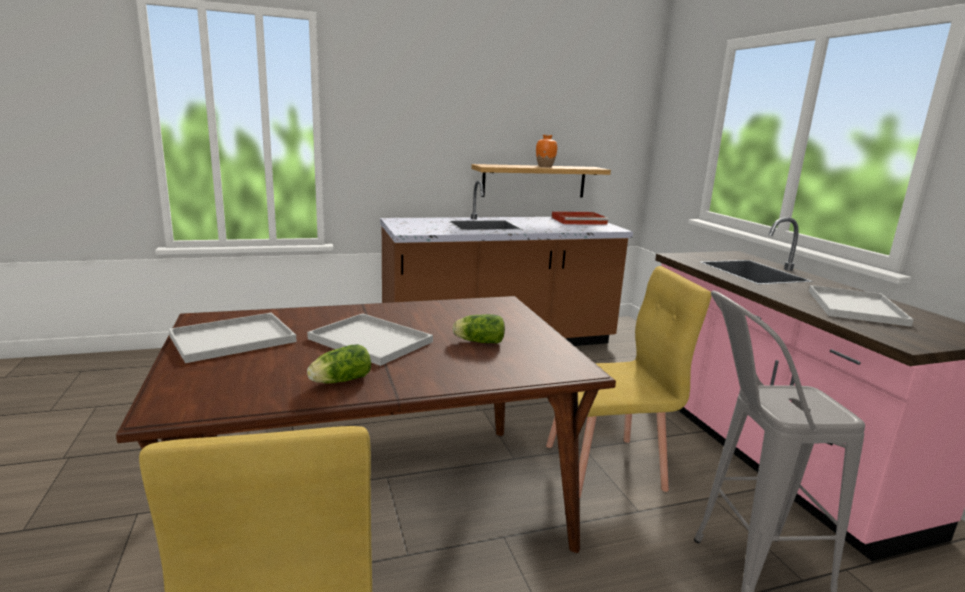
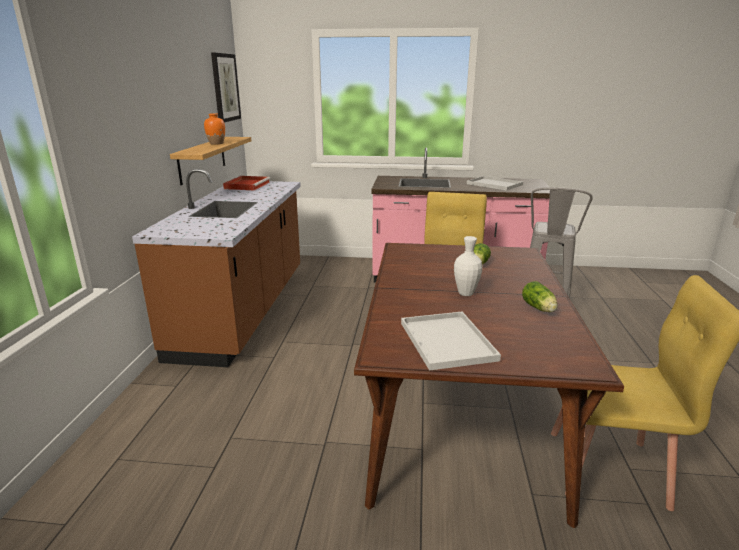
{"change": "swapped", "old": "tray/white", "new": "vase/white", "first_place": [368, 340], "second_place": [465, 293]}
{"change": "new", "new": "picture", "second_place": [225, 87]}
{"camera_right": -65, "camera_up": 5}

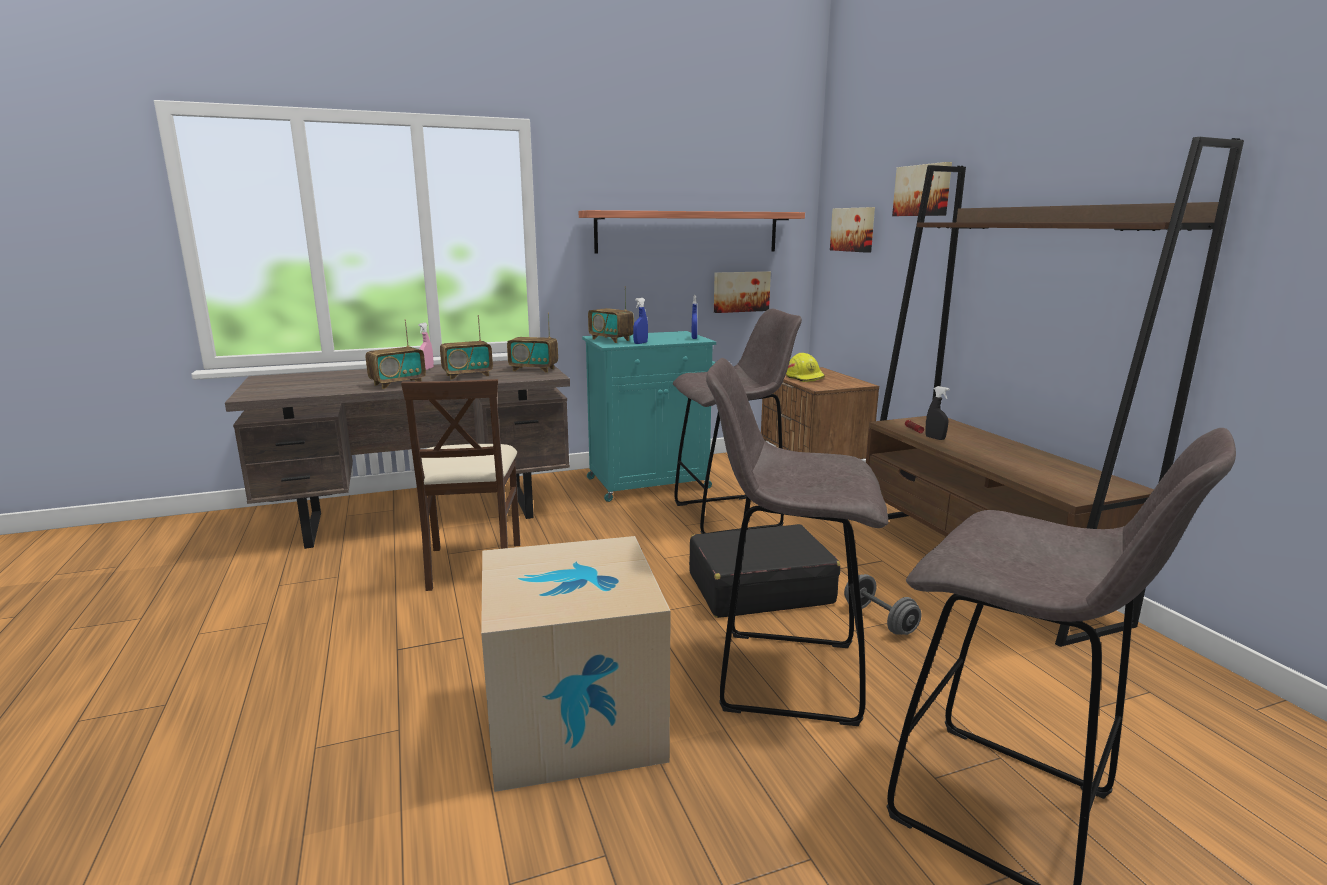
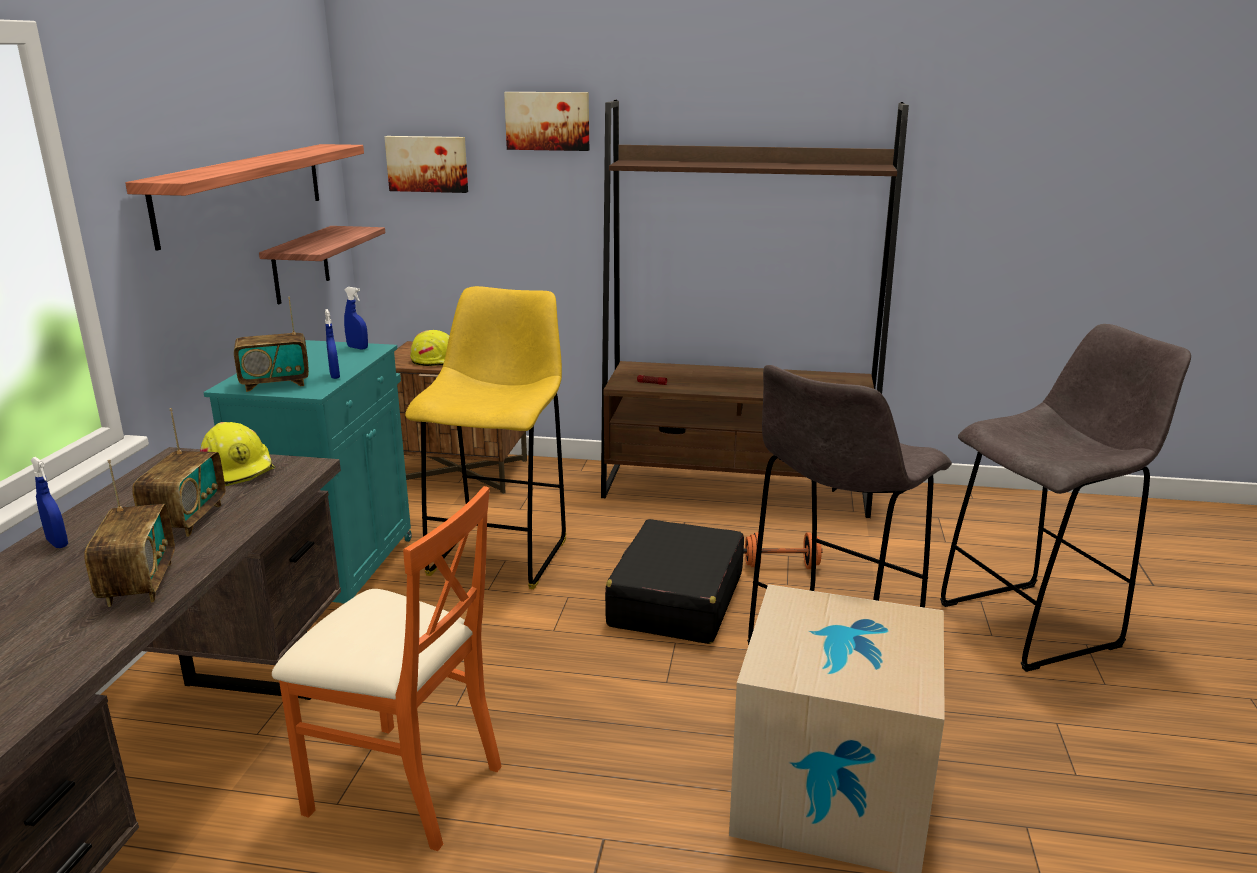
{"change": "repainted", "old": "chair/beige", "new": "chair/orange", "first_place": [472, 564], "second_place": [404, 786]}
{"change": "repainted", "old": "spray bottle/pink", "new": "spray bottle/blue", "first_place": [427, 369], "second_place": [57, 543]}
{"change": "swapped", "old": "radio", "new": "hard hat/yellow", "first_place": [533, 369], "second_place": [239, 469]}
{"change": "repainted", "old": "stool/grey", "new": "stool/yellow", "first_place": [730, 515], "second_place": [500, 554]}
{"change": "swapped", "old": "picture", "new": "shelf", "first_place": [741, 291], "second_place": [300, 265]}
{"change": "repainted", "old": "dumbbell/grey", "new": "dumbbell/orange", "first_place": [879, 620], "second_place": [781, 566]}
{"change": "gone", "old": "spray bottle/black", "first_place": [935, 438]}
{"camera_right": -60, "camera_up": 5}

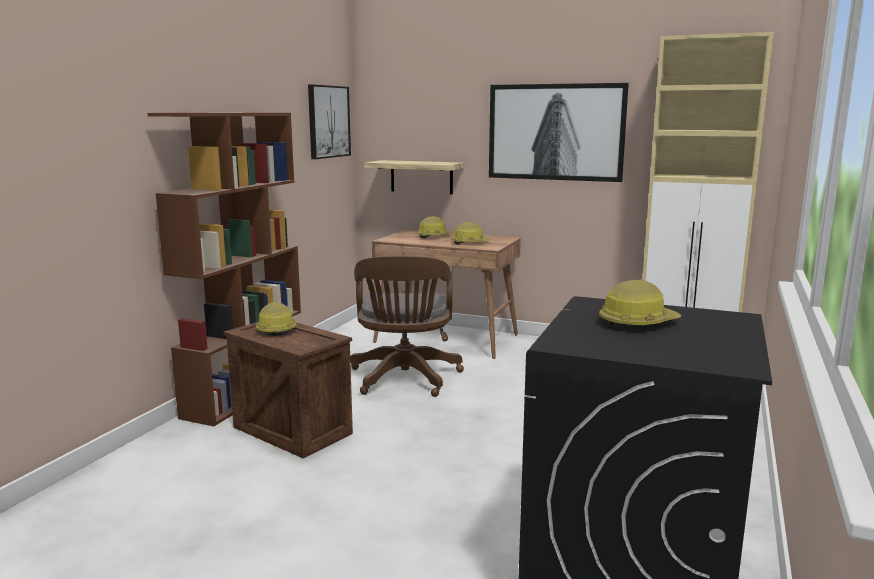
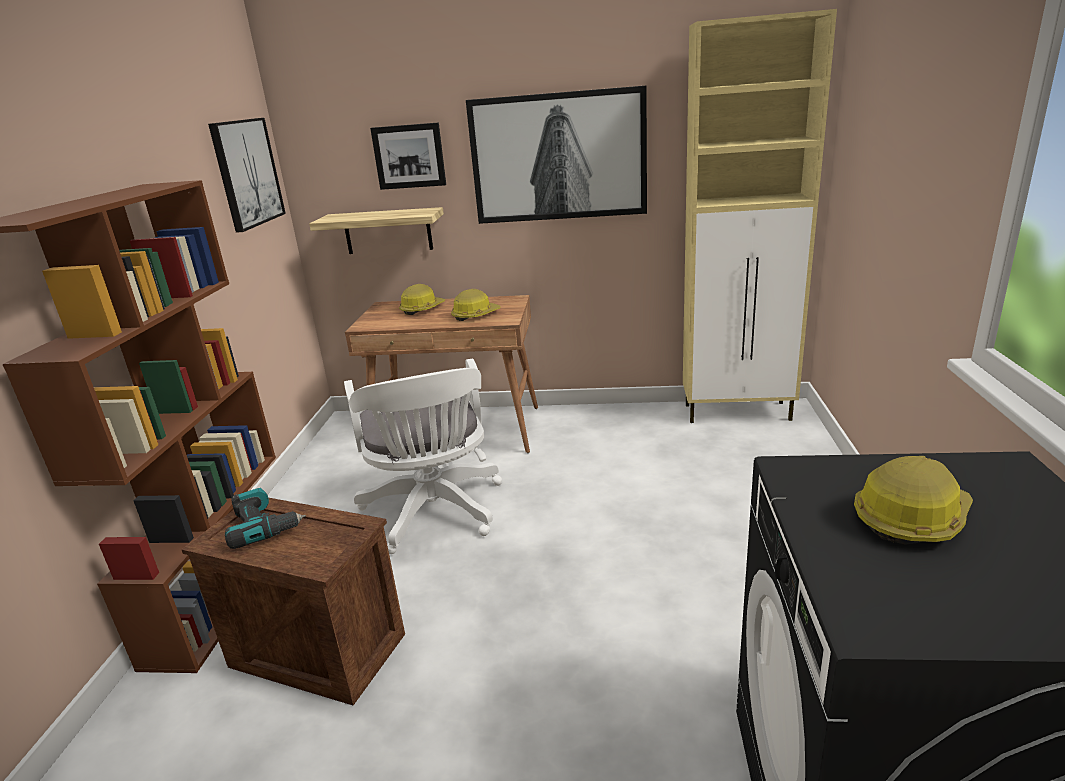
{"change": "swapped", "old": "hard hat", "new": "power drill", "first_place": [276, 329], "second_place": [264, 526]}
{"change": "repainted", "old": "office chair/brown", "new": "office chair/white", "first_place": [404, 380], "second_place": [434, 513]}
{"change": "new", "new": "picture", "second_place": [409, 156]}
{"camera_right": -15, "camera_up": 10}

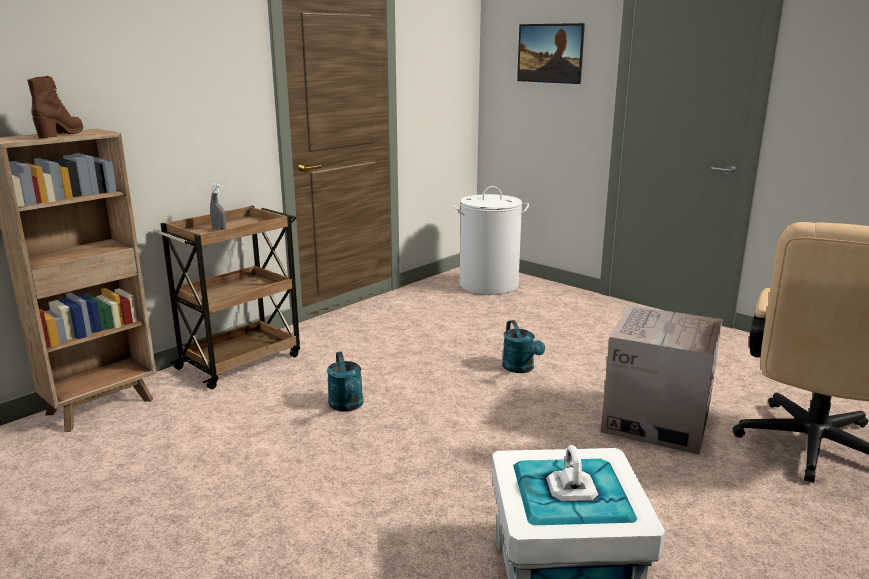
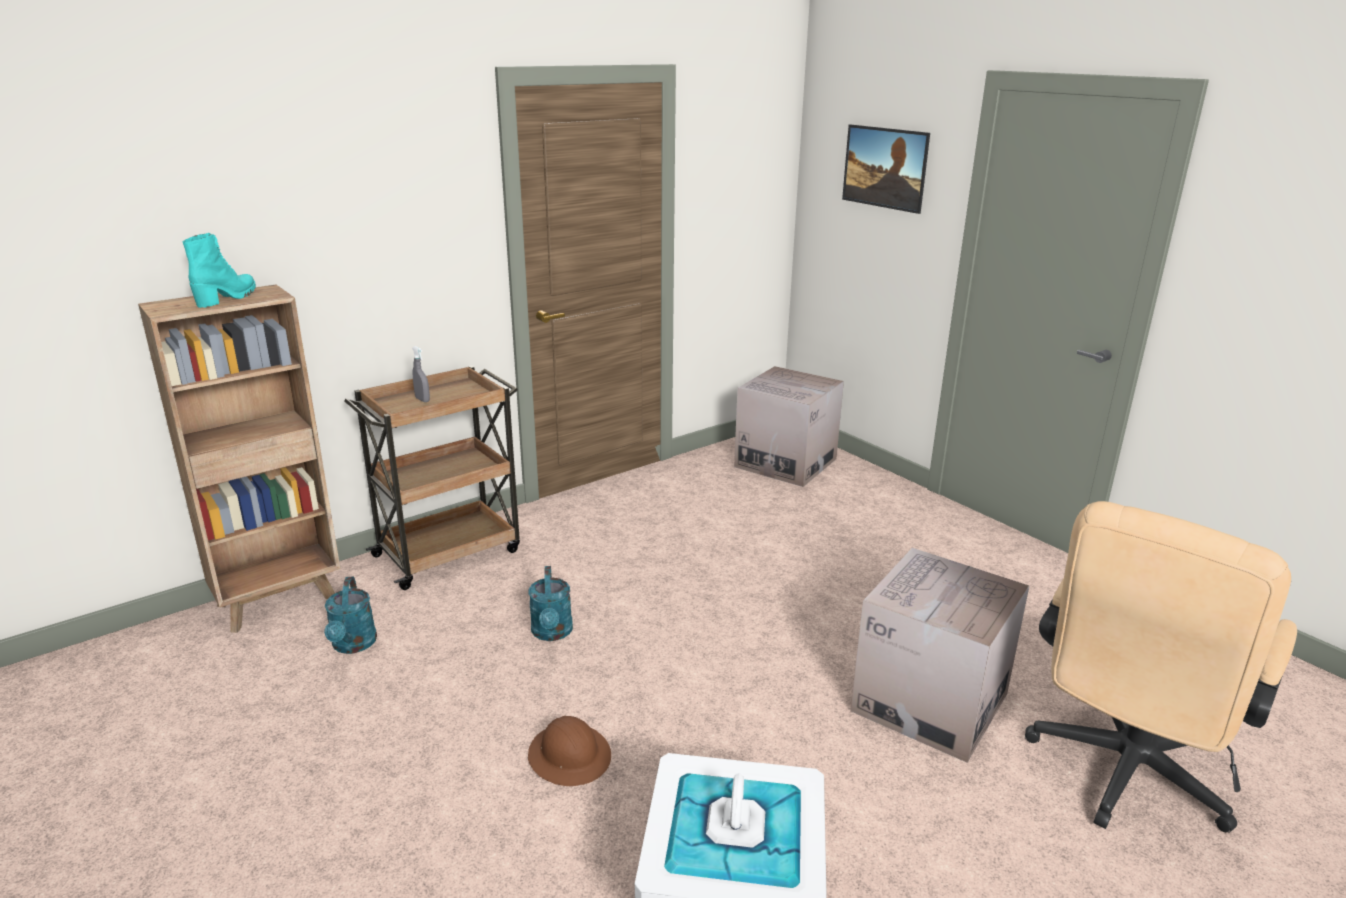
{"change": "repainted", "old": "boot/brown", "new": "boot/turquoise", "first_place": [62, 134], "second_place": [228, 298]}
{"change": "swapped", "old": "laundry basket/white", "new": "cardboard box", "first_place": [488, 285], "second_place": [785, 463]}
{"change": "shifted", "old": "watering can/turquoise", "first_place": [521, 369], "second_place": [353, 645]}
{"change": "new", "new": "hard hat/brown", "second_place": [570, 756]}
{"camera_right": 10, "camera_up": 5}

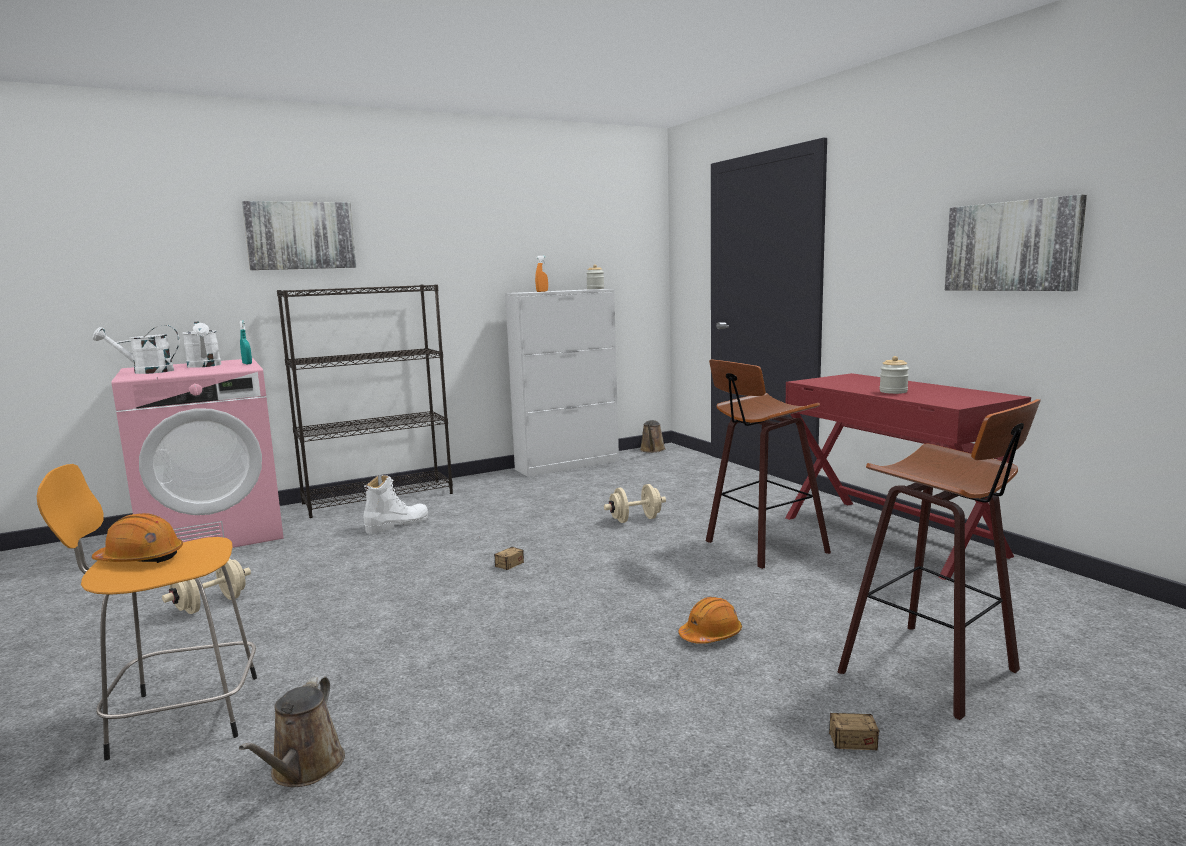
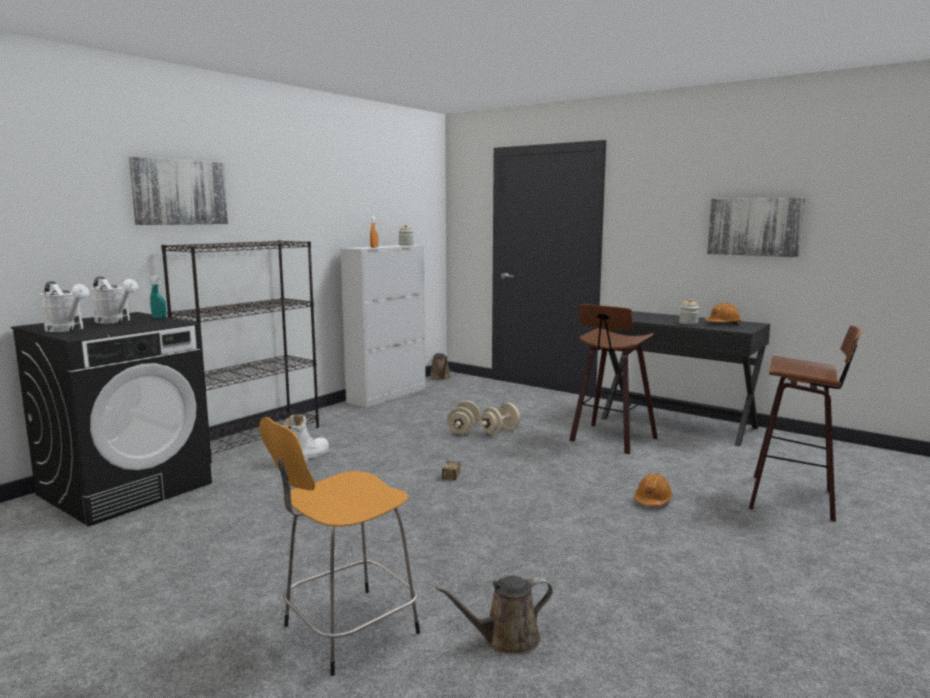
{"change": "shifted", "old": "hard hat/orange", "first_place": [140, 558], "second_place": [723, 323]}
{"change": "rotated", "old": "watering can/white", "first_place": [146, 372], "second_place": [68, 329], "degrees": -105}
{"change": "repainted", "old": "washing machine/pink", "new": "washing machine/black", "first_place": [214, 533], "second_place": [126, 488]}
{"change": "shifted", "old": "dumbbell/beige", "first_place": [211, 605], "second_place": [463, 430]}
{"change": "rotated", "old": "watering can/brown", "first_place": [304, 769], "second_place": [506, 639], "degrees": 90}
{"change": "gone", "old": "storage box", "first_place": [824, 741]}
{"change": "repainted", "old": "desk/red", "new": "desk/black", "first_place": [891, 535], "second_place": [678, 423]}
{"camera_right": -25, "camera_up": 0}

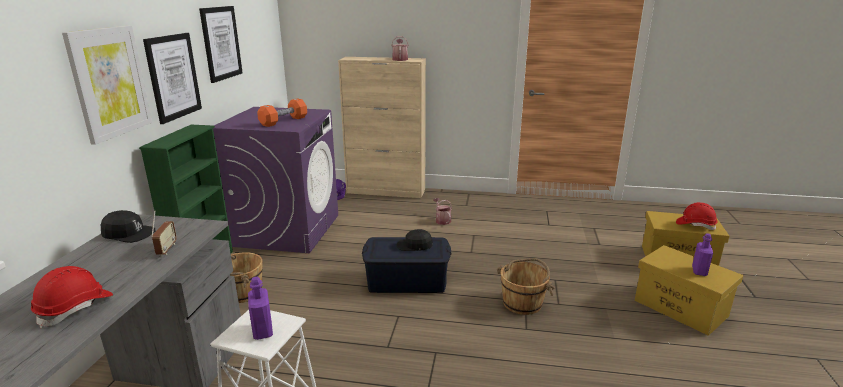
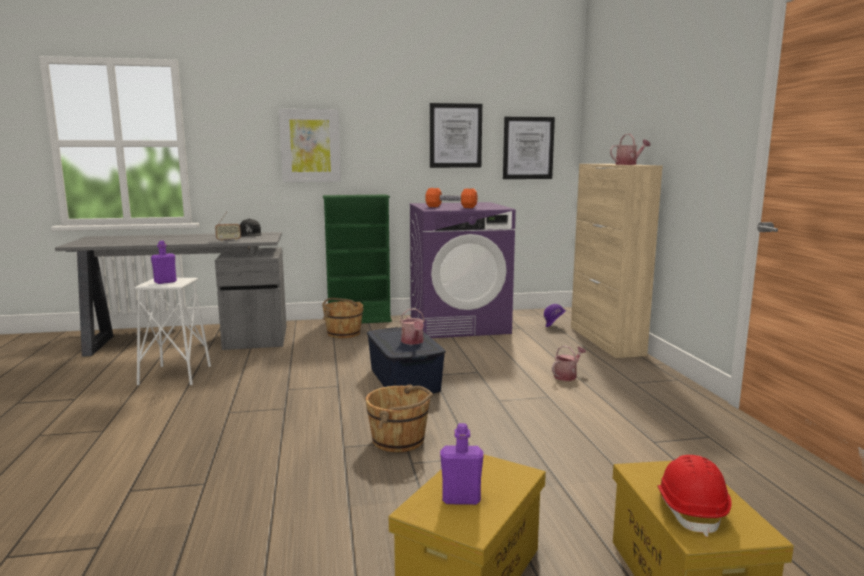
{"change": "gone", "old": "hard hat/red", "first_place": [75, 308]}
{"change": "shifted", "old": "picture", "first_place": [173, 77], "second_place": [528, 148]}
{"change": "swapped", "old": "cap/black", "new": "watering can", "first_place": [415, 245], "second_place": [413, 342]}
{"camera_right": 70, "camera_up": -10}

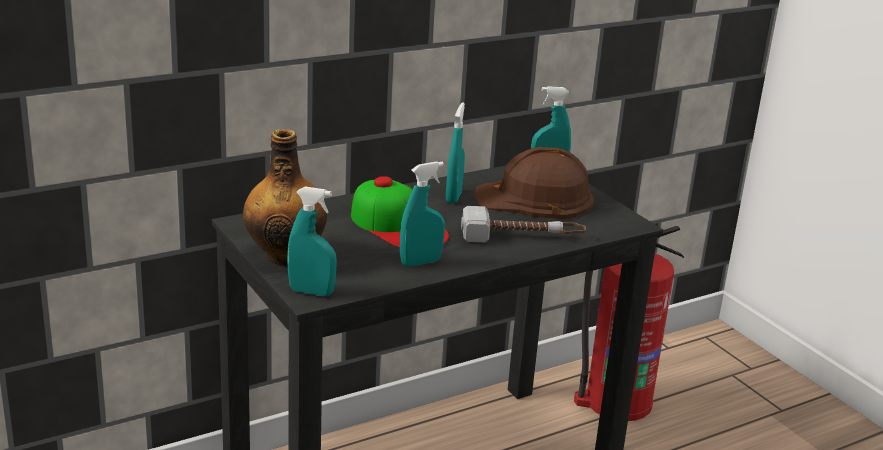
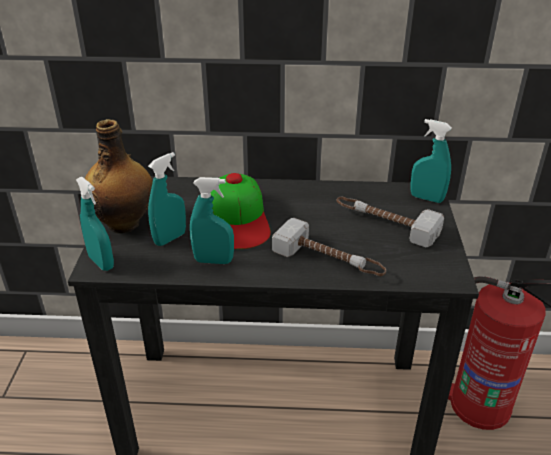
{"change": "shifted", "old": "spray bottle/turquoise", "first_place": [453, 197], "second_place": [170, 238]}
{"change": "swapped", "old": "hard hat/brown", "new": "hammer", "first_place": [535, 198], "second_place": [385, 223]}
{"camera_right": 35, "camera_up": 10}

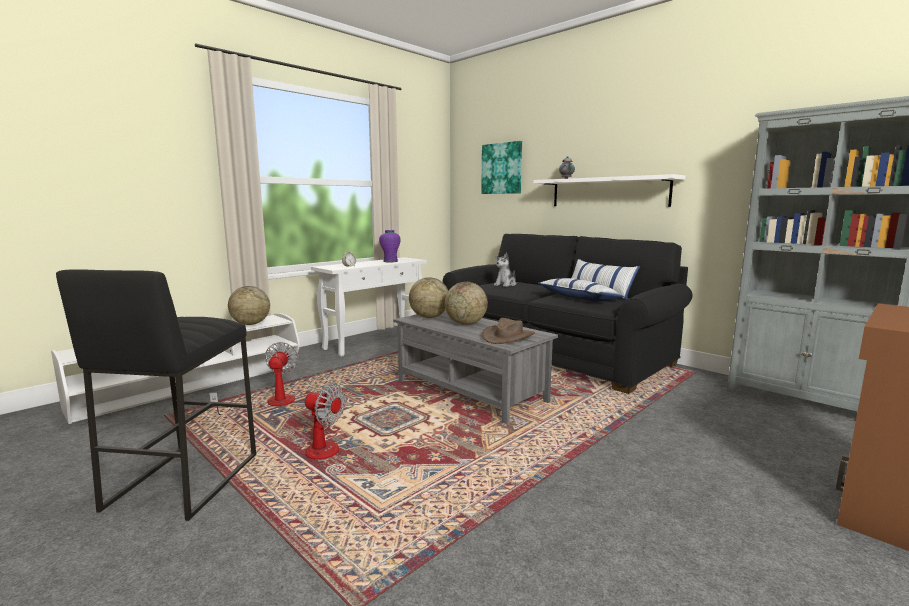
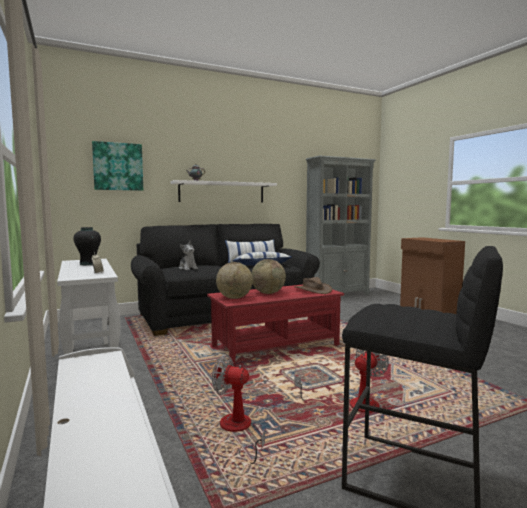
{"change": "gone", "old": "globe", "first_place": [250, 324]}
{"change": "repainted", "old": "vase/purple", "new": "vase/black", "first_place": [390, 261], "second_place": [89, 264]}
{"change": "repainted", "old": "coffee table/grey", "new": "coffee table/red", "first_place": [470, 391], "second_place": [275, 346]}
{"camera_right": -70, "camera_up": -5}

